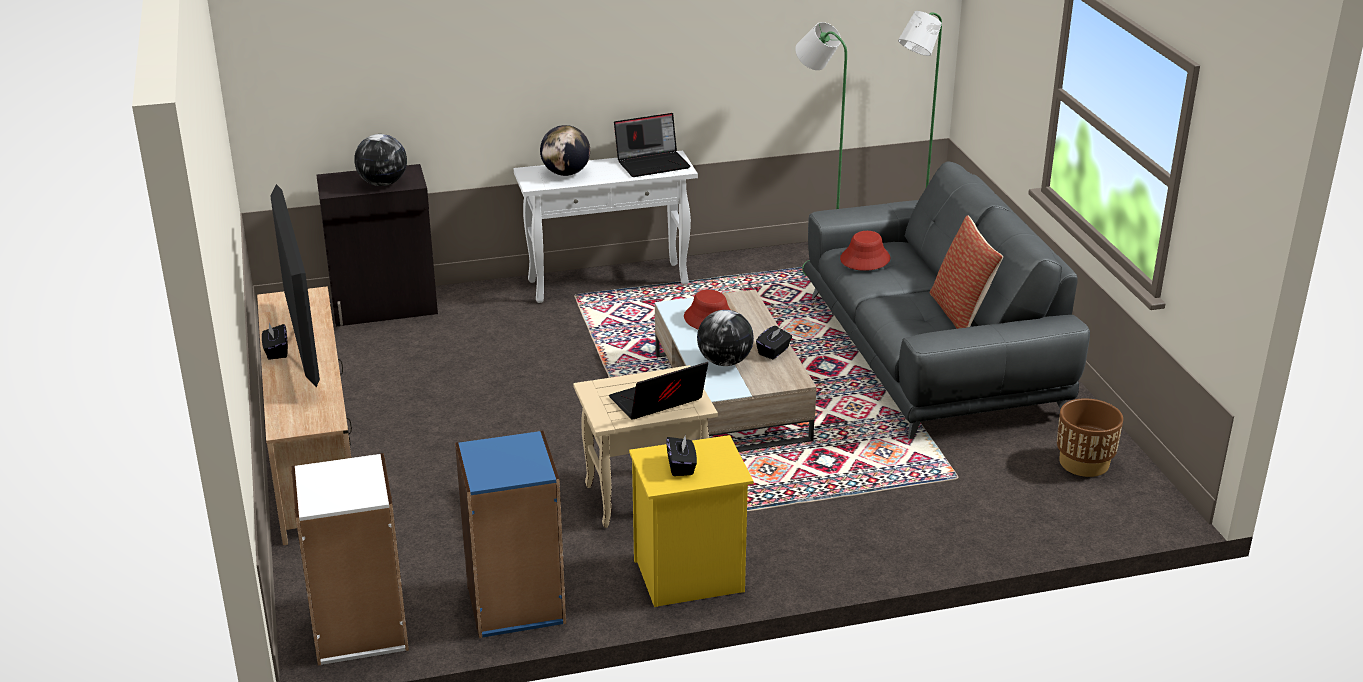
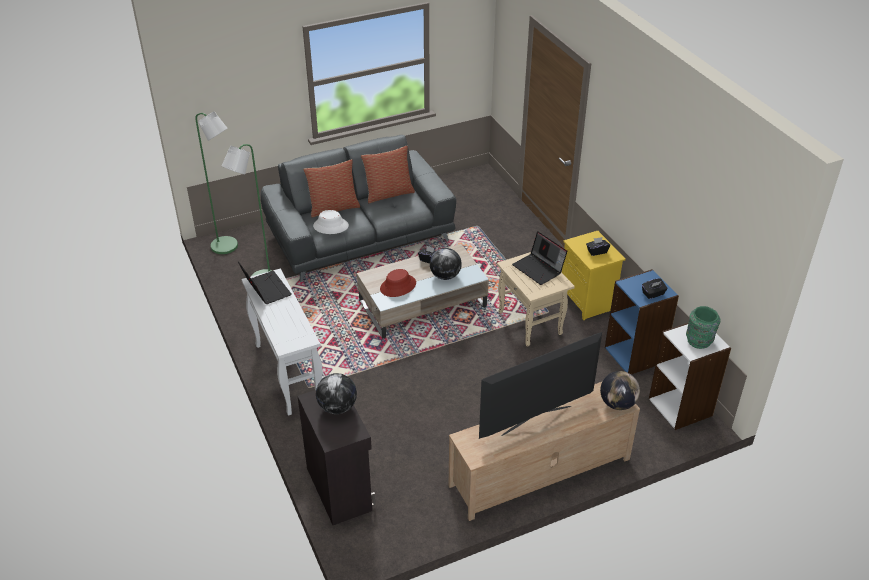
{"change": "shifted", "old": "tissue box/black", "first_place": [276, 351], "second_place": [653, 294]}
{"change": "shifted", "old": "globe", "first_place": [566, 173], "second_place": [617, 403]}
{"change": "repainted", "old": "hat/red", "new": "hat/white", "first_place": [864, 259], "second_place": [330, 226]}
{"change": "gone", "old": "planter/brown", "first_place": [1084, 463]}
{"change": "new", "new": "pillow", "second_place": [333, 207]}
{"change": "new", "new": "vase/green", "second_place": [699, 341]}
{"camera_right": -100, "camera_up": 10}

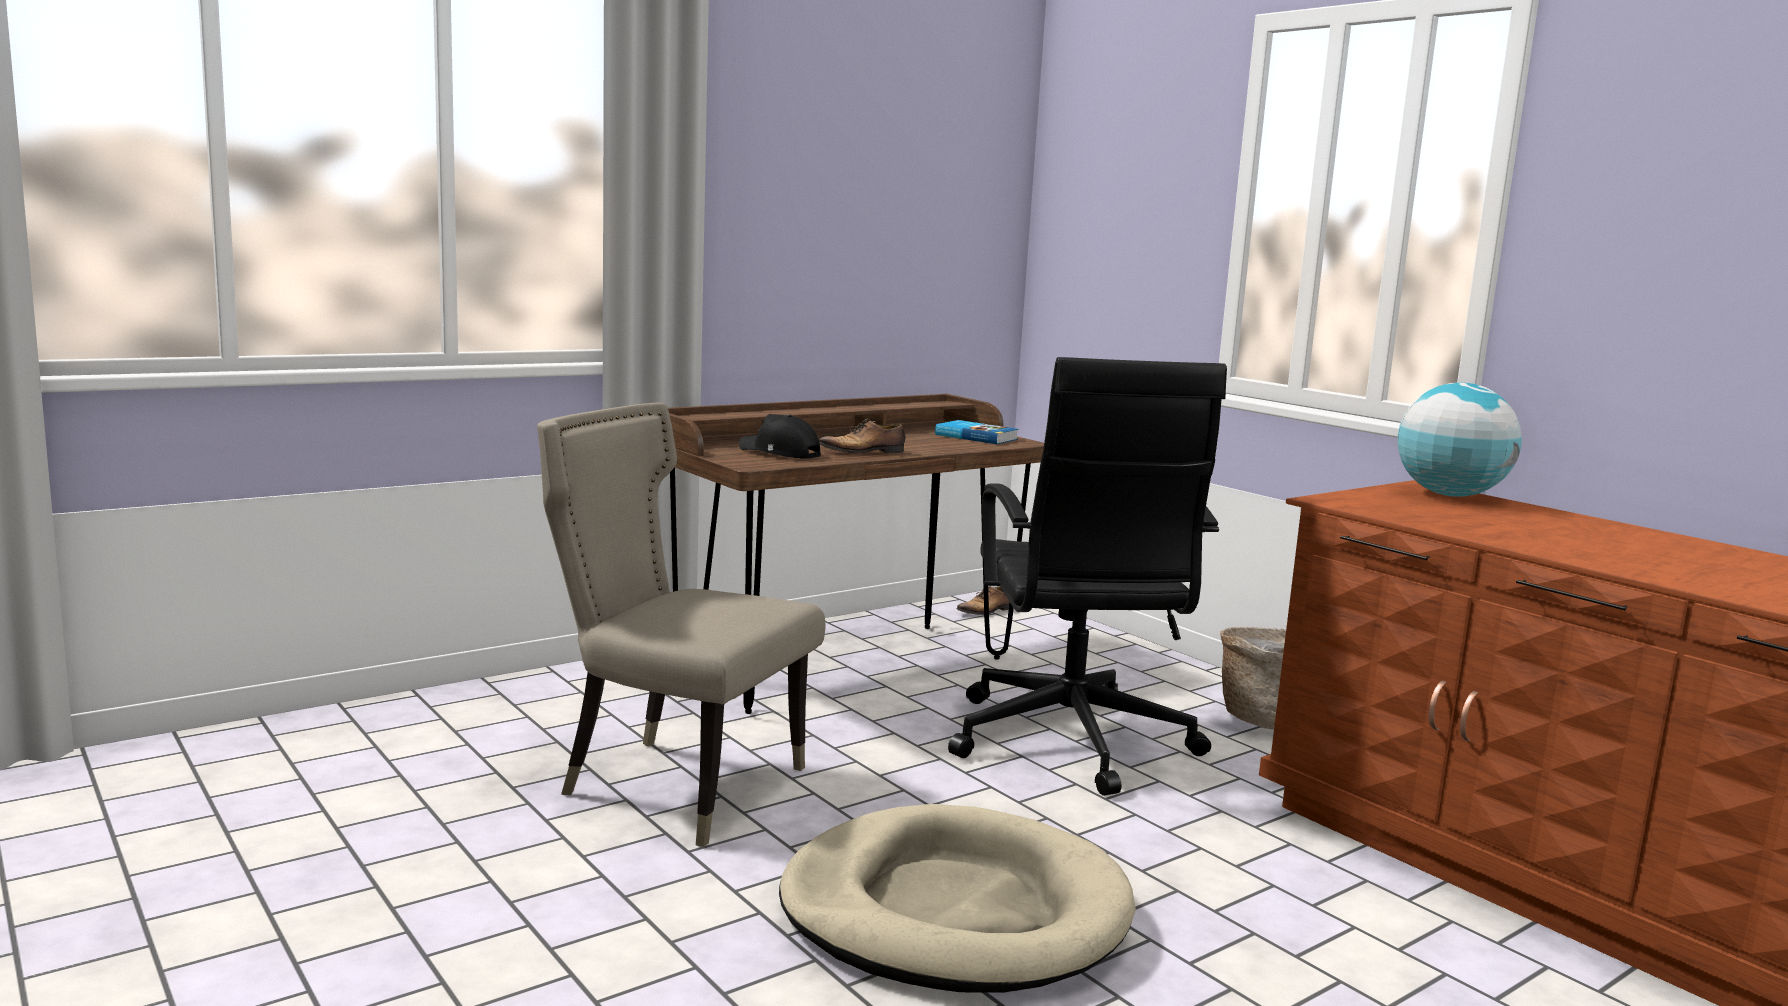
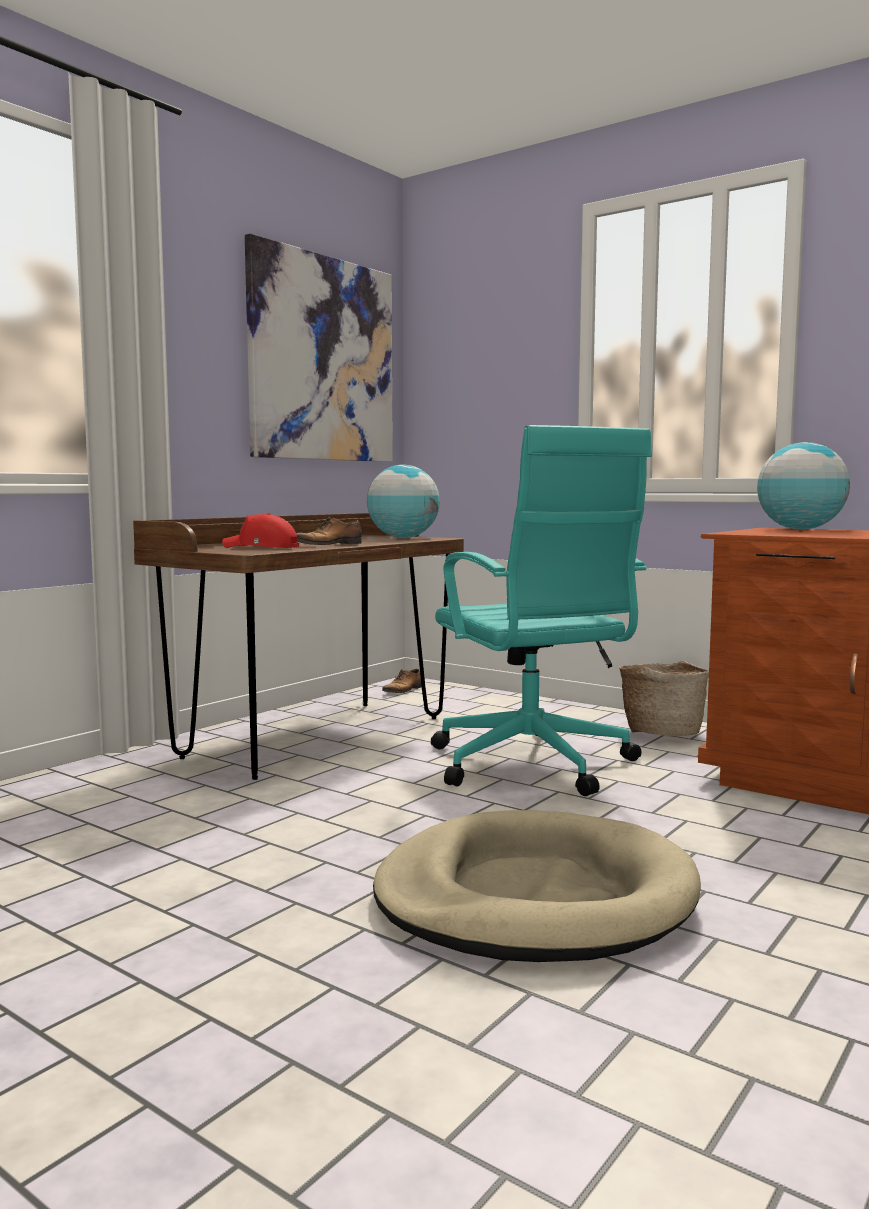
{"change": "gone", "old": "chair/beige", "first_place": [673, 783]}
{"change": "repainted", "old": "cap/black", "new": "cap/red", "first_place": [779, 453], "second_place": [261, 548]}
{"change": "swapped", "old": "book", "new": "globe", "first_place": [976, 437], "second_place": [403, 537]}
{"change": "repainted", "old": "office chair/black", "new": "office chair/turquoise", "first_place": [1071, 743], "second_place": [533, 765]}
{"change": "new", "new": "picture", "second_place": [322, 359]}
{"camera_right": -15, "camera_up": -5}

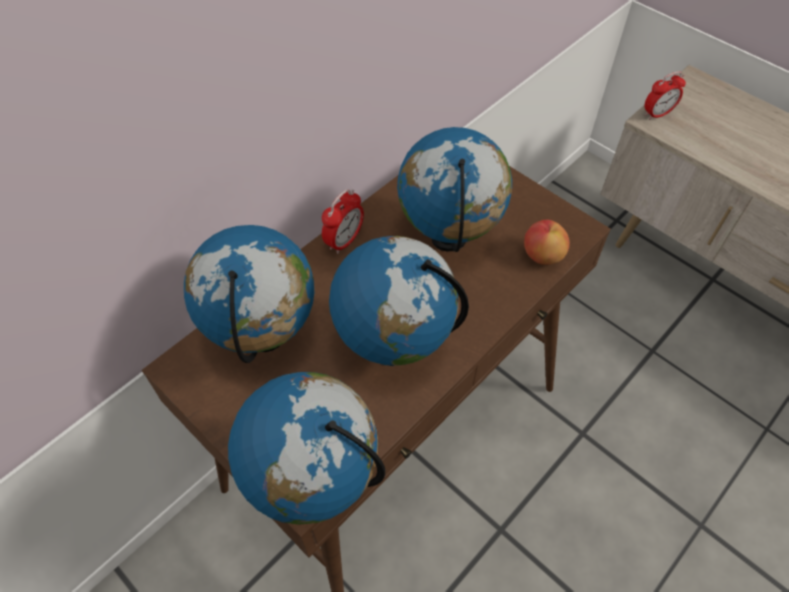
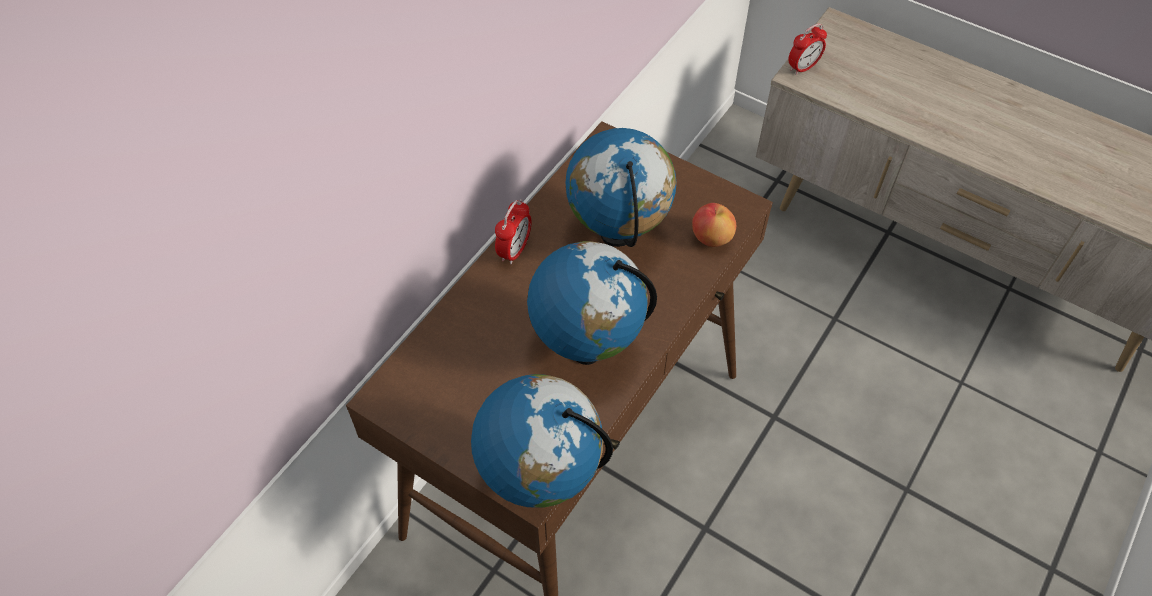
{"change": "gone", "old": "globe", "first_place": [265, 338]}
{"camera_right": -10, "camera_up": 0}

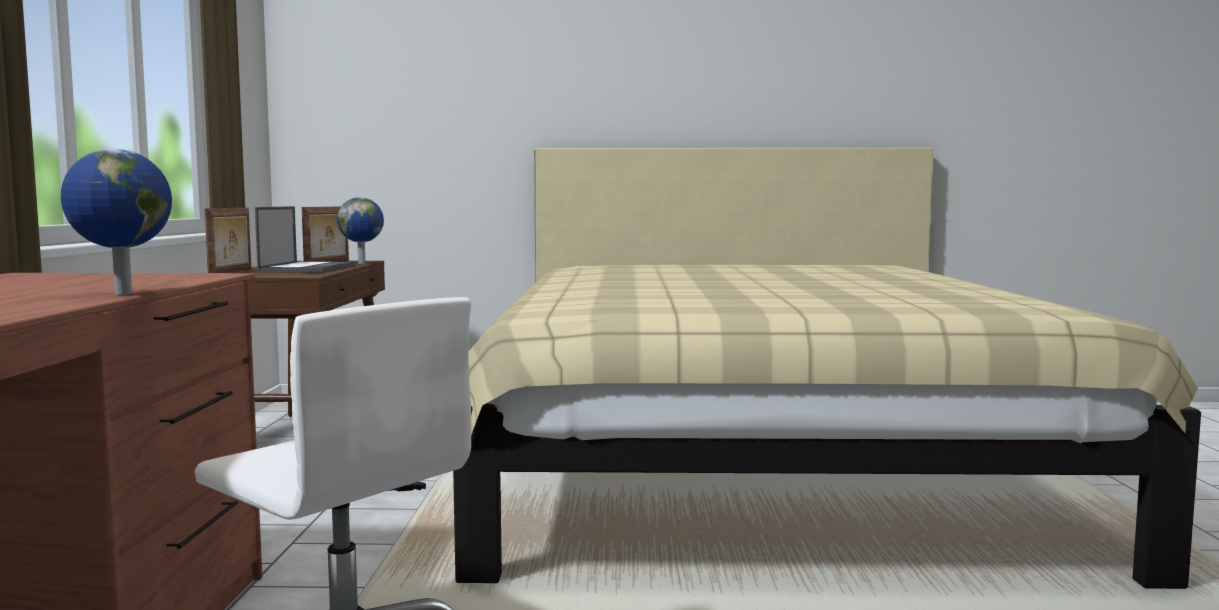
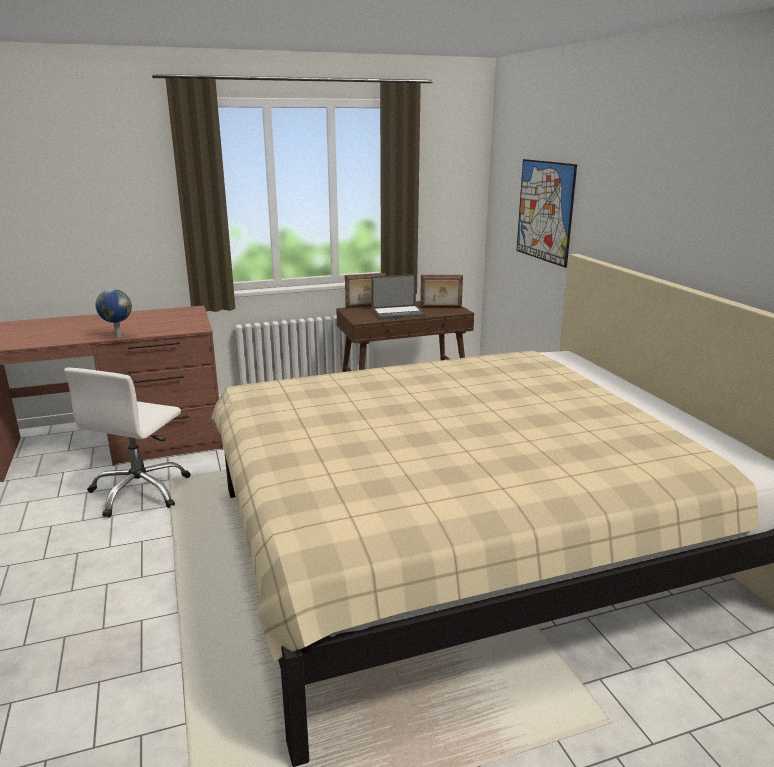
{"change": "gone", "old": "globe", "first_place": [362, 263]}
{"change": "new", "new": "picture", "second_place": [544, 211]}
{"camera_right": 70, "camera_up": 15}

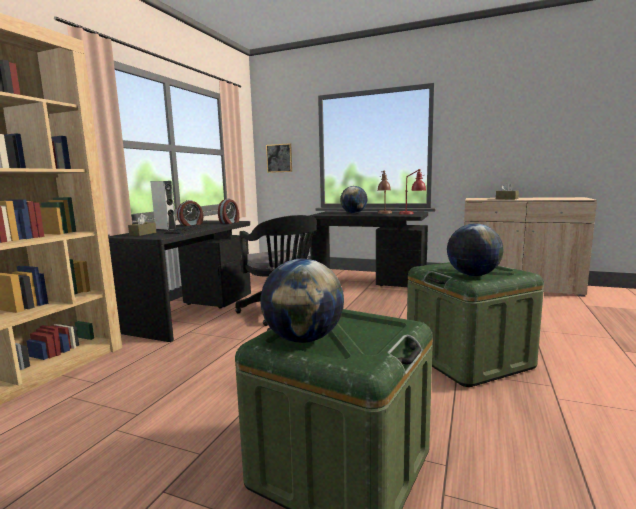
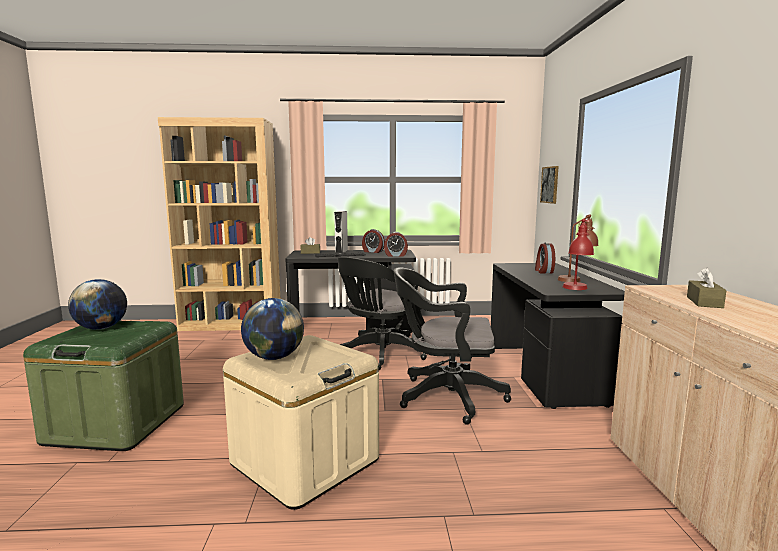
{"change": "swapped", "old": "globe", "new": "alarm clock", "first_place": [354, 213], "second_place": [543, 271]}
{"change": "repainted", "old": "storage box/green", "new": "storage box/beige", "first_place": [468, 358], "second_place": [305, 462]}
{"change": "new", "new": "office chair/black", "second_place": [445, 397]}
{"camera_right": 65, "camera_up": 0}

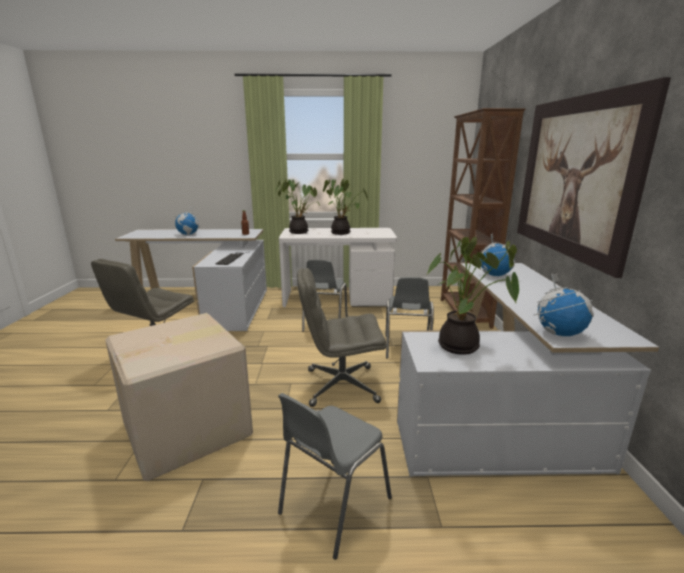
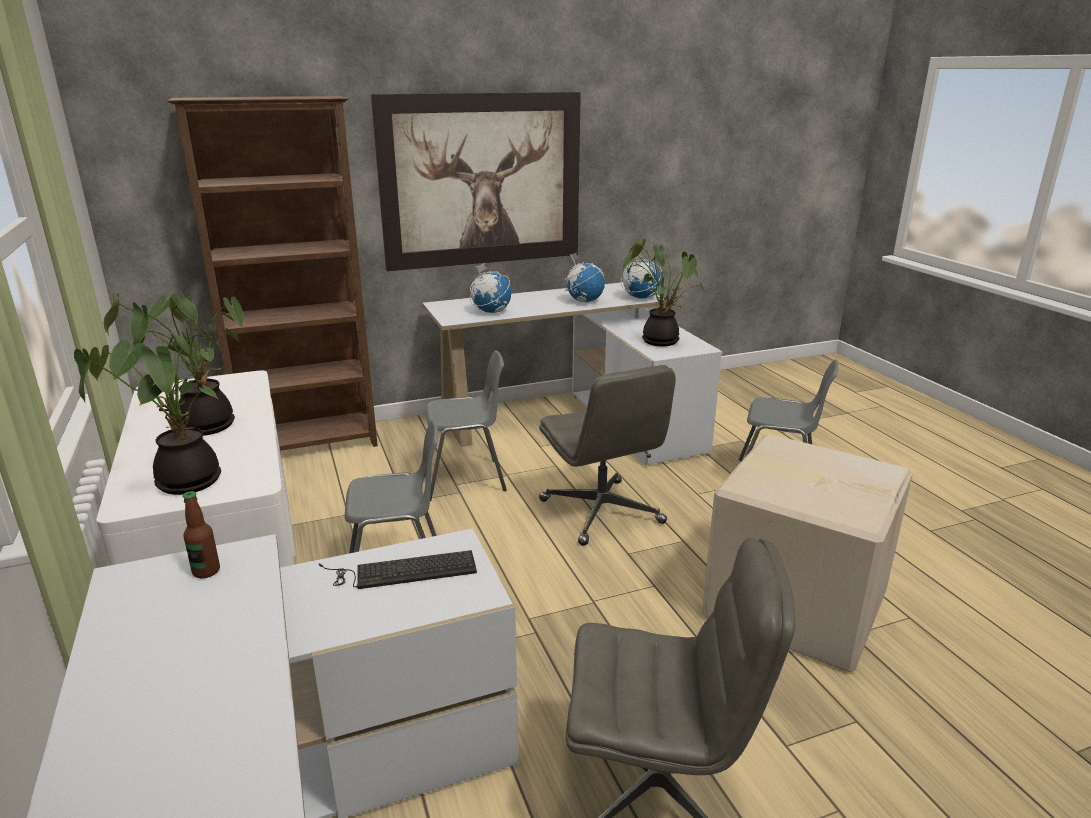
{"change": "shifted", "old": "globe", "first_place": [188, 234], "second_place": [584, 301]}
{"camera_right": -110, "camera_up": 5}

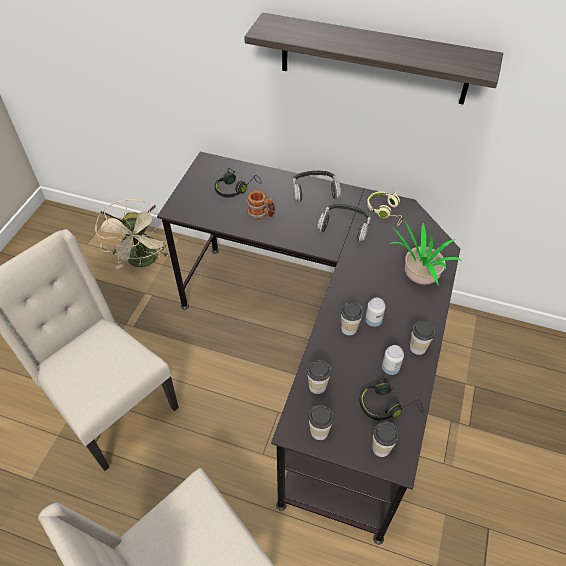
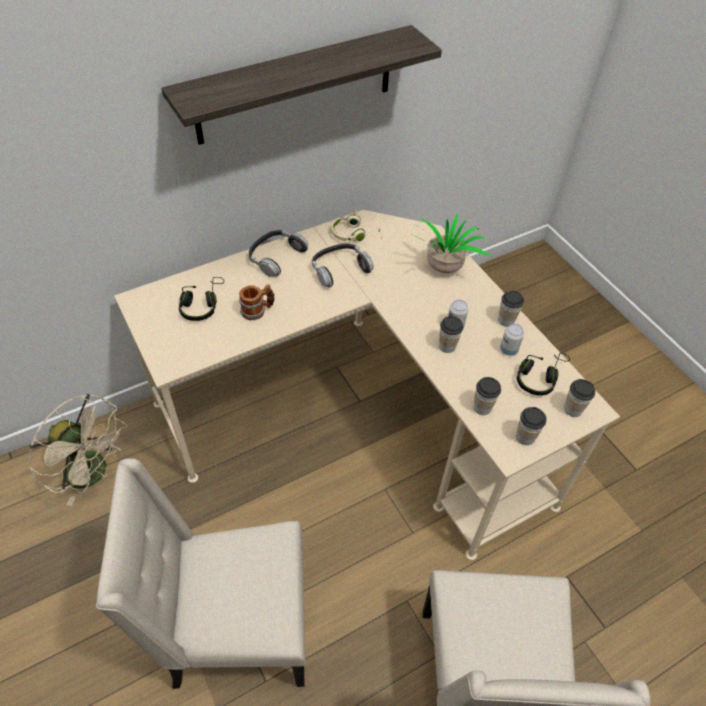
{"change": "repainted", "old": "desk/black", "new": "desk/beige", "first_place": [319, 354], "second_place": [360, 415]}
{"camera_right": -50, "camera_up": 0}

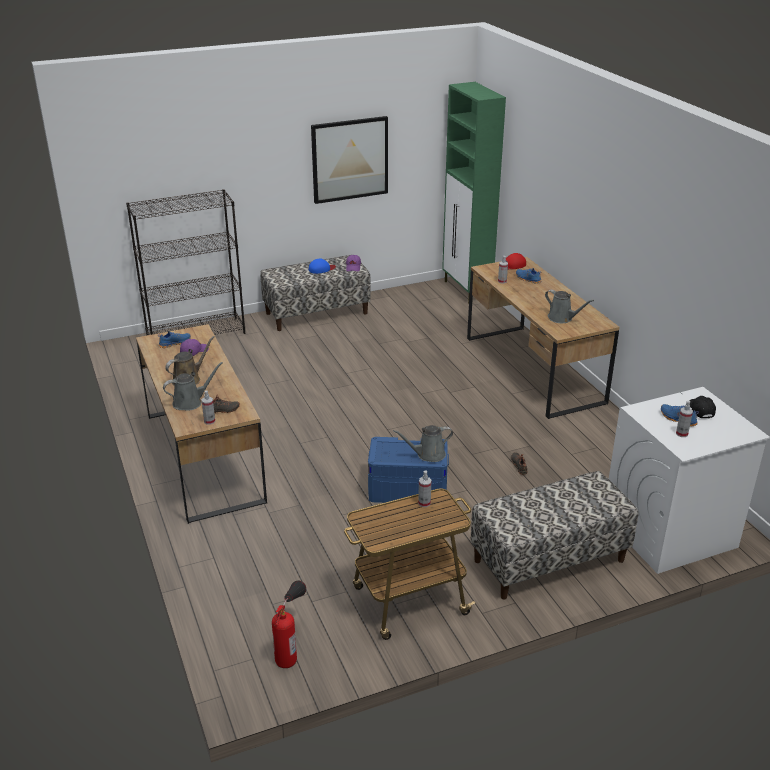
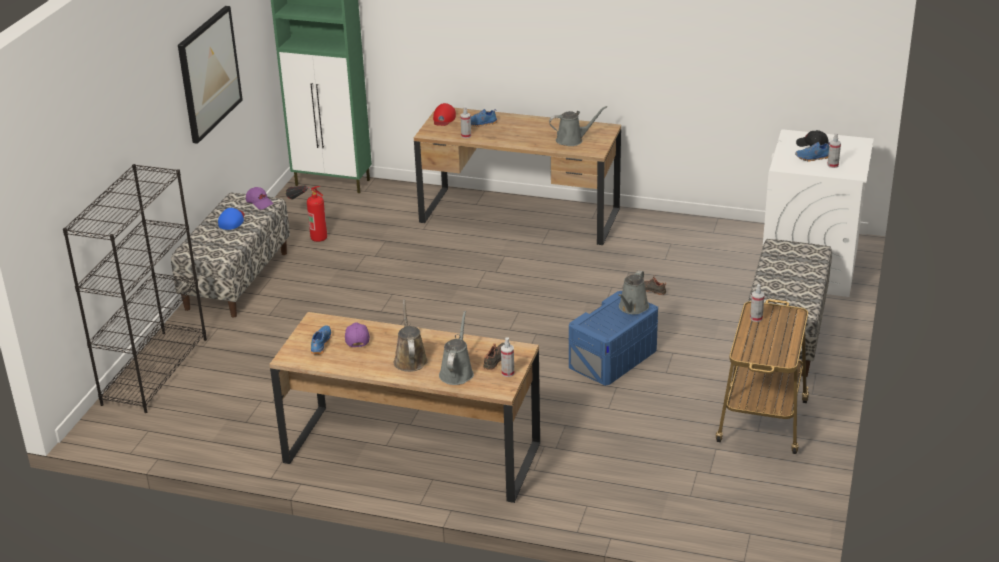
{"change": "shifted", "old": "fire extinguisher", "first_place": [291, 644], "second_place": [310, 232]}
{"camera_right": -50, "camera_up": 0}

